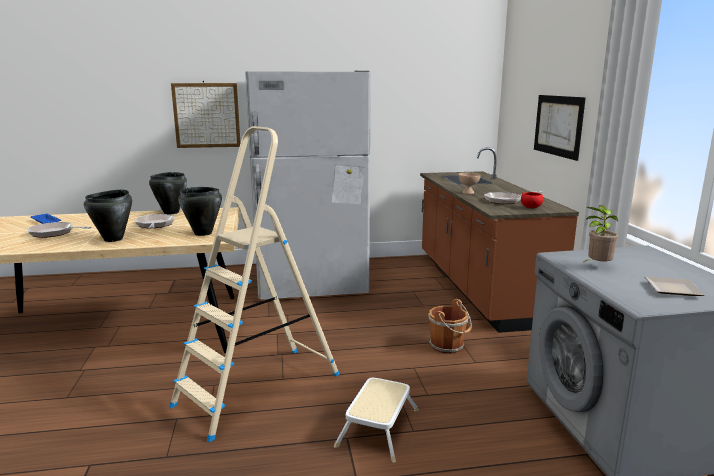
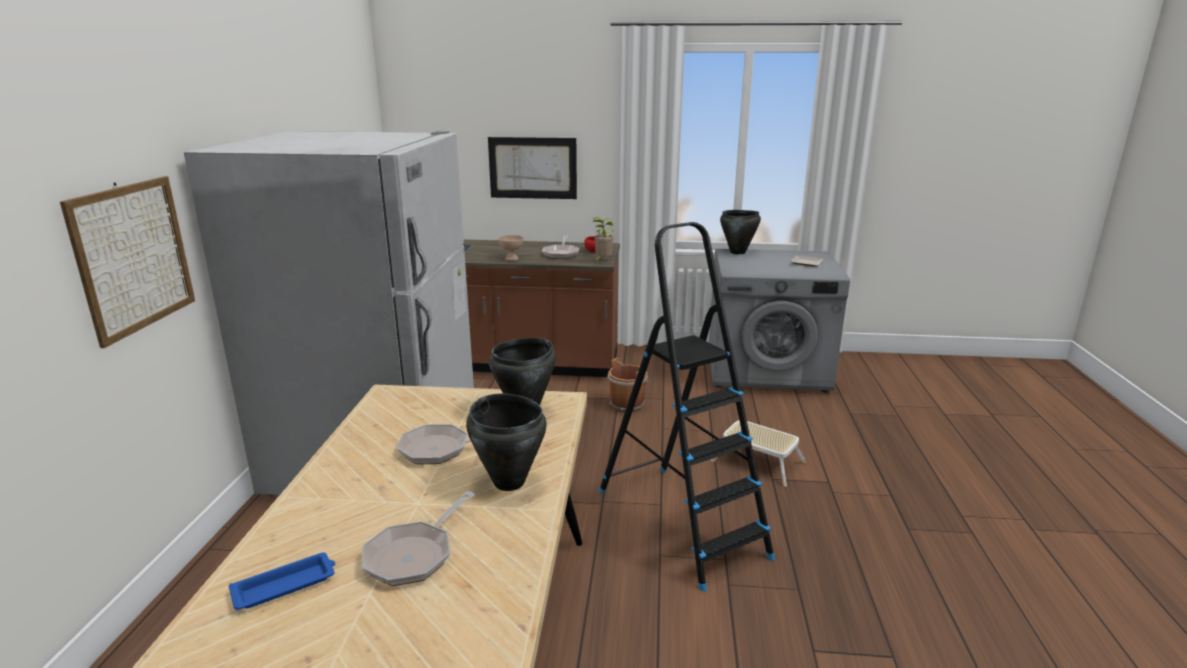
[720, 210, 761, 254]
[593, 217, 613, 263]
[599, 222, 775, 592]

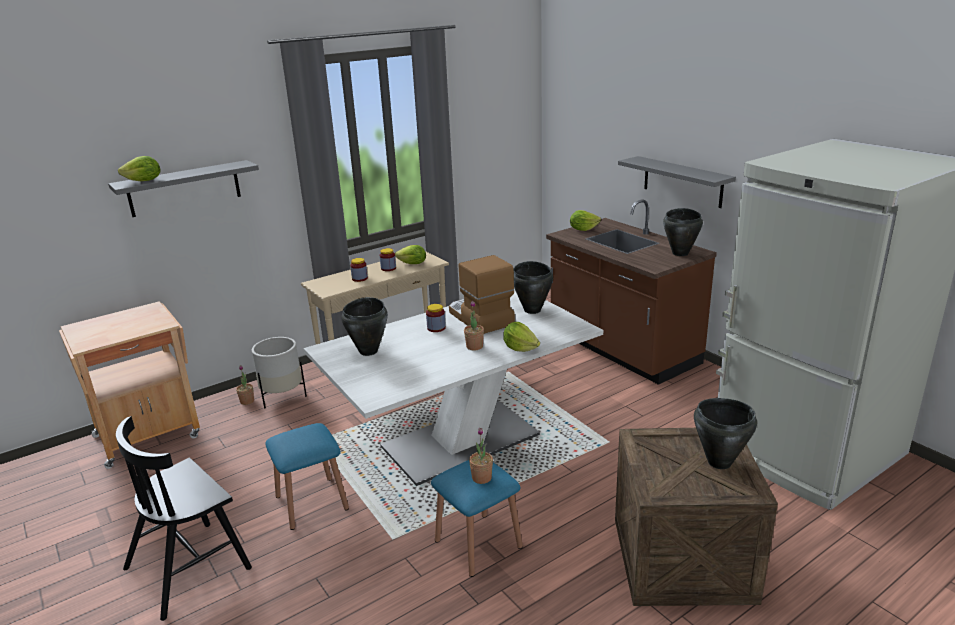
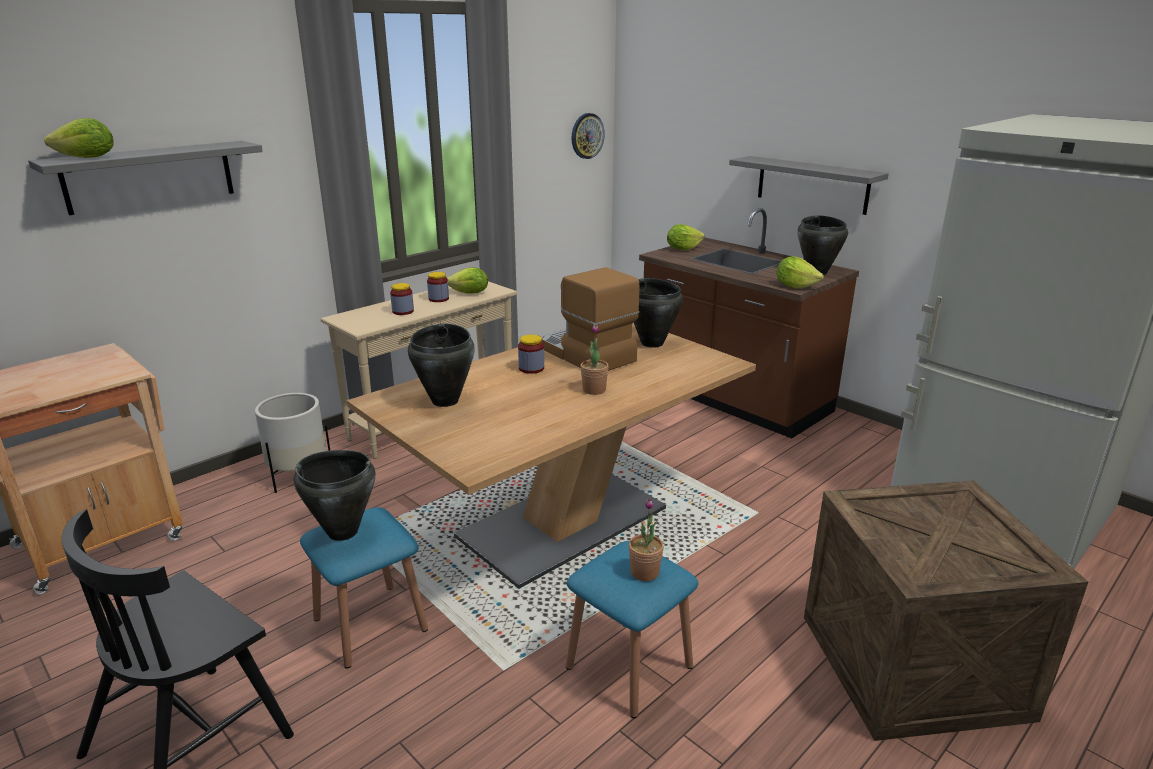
[236, 365, 254, 405] (first image)
[572, 113, 605, 159]
[776, 256, 824, 288]
[294, 450, 376, 541]
[347, 323, 756, 589]

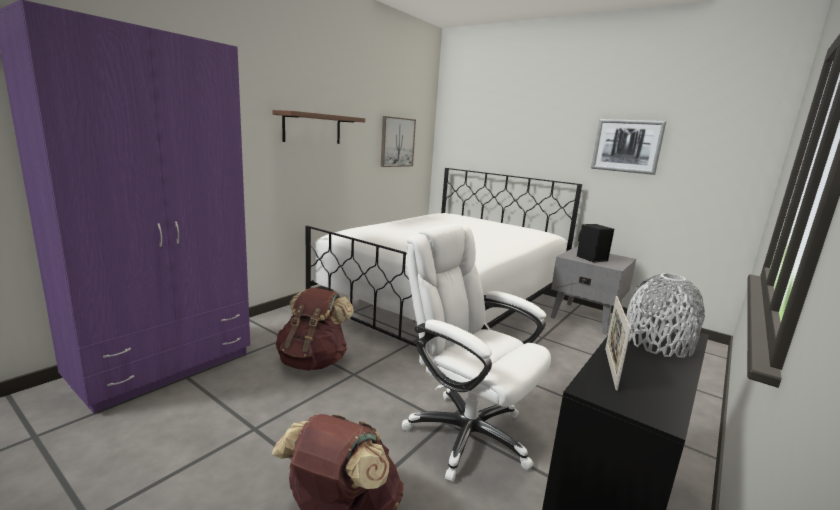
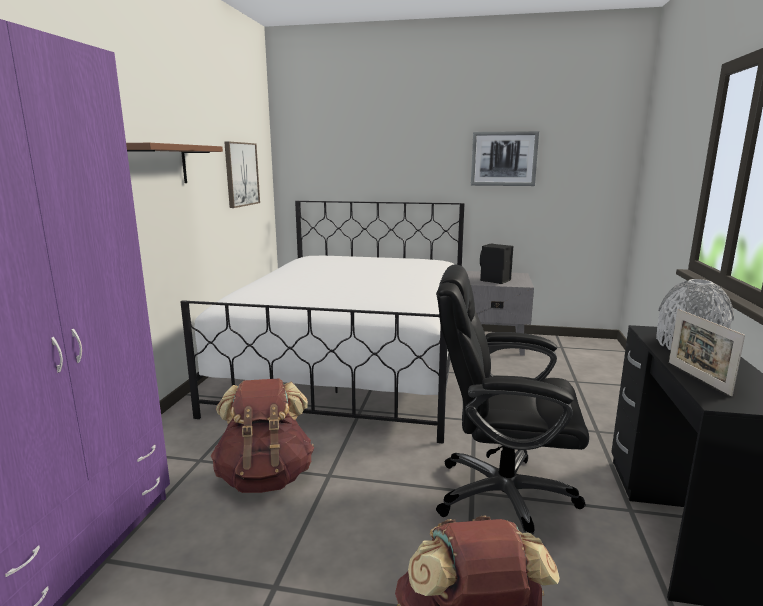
[436, 265, 589, 536]

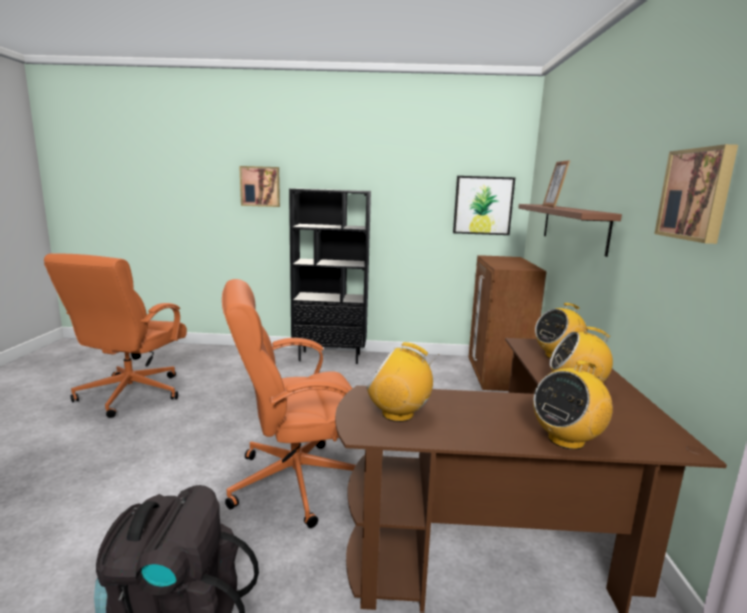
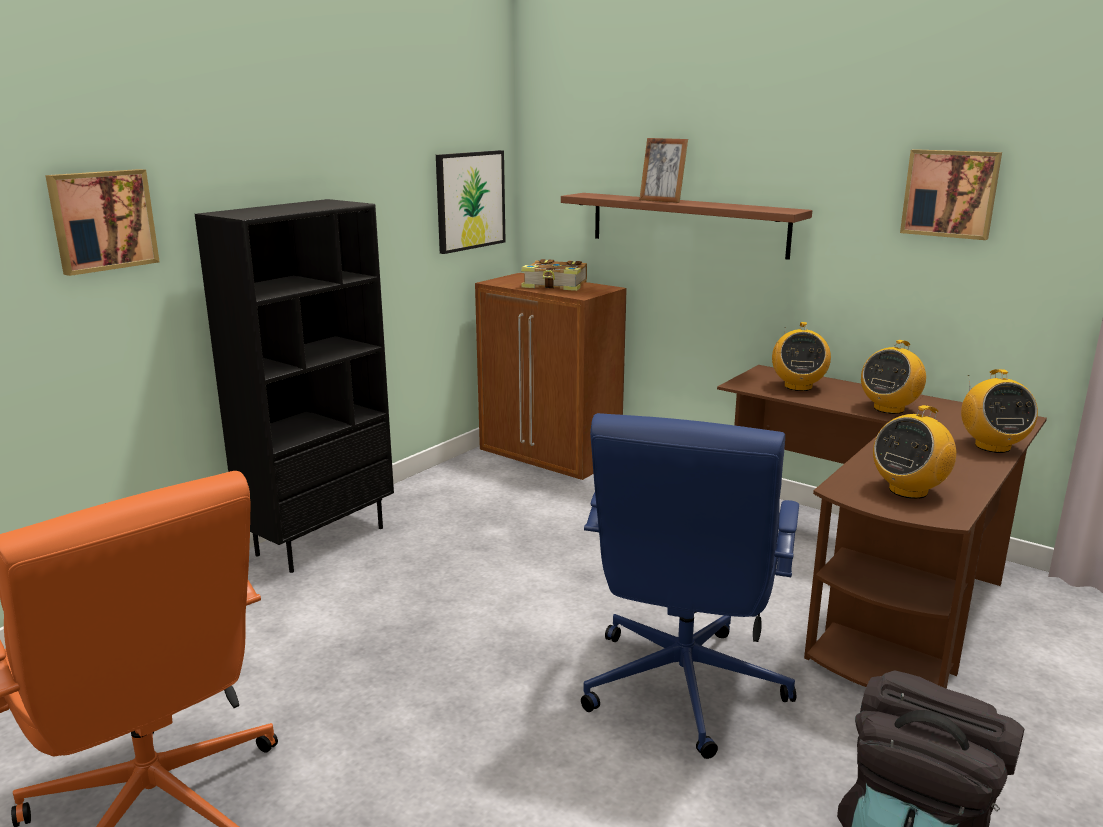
[521, 259, 587, 291]
[581, 413, 799, 759]

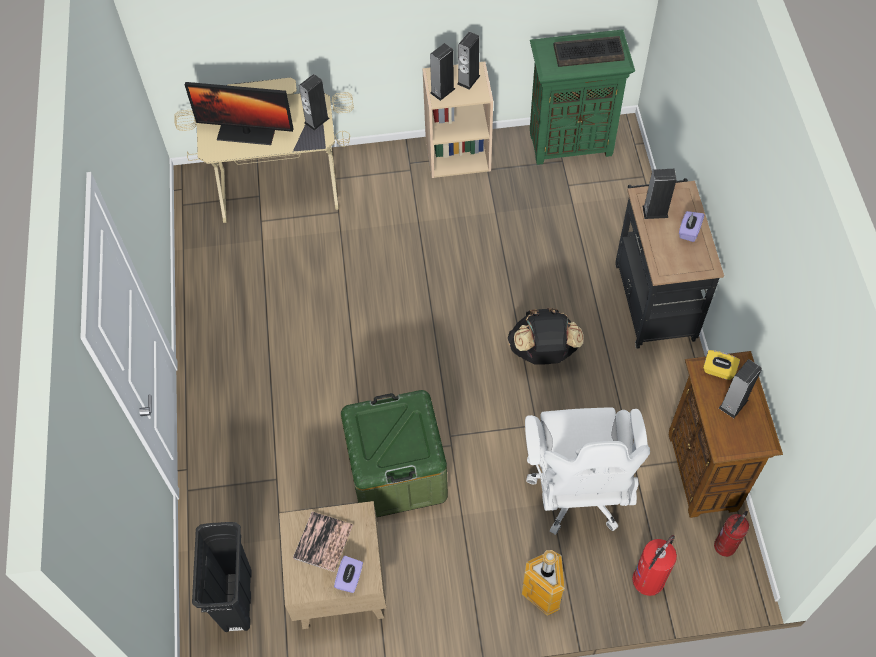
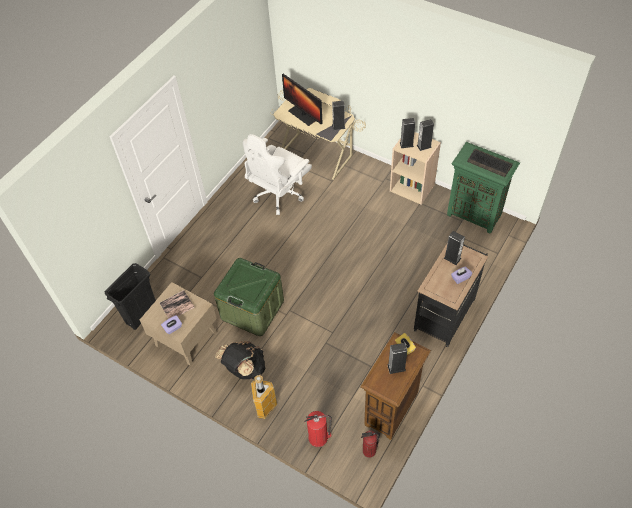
[215, 341, 265, 379]
[243, 134, 312, 215]

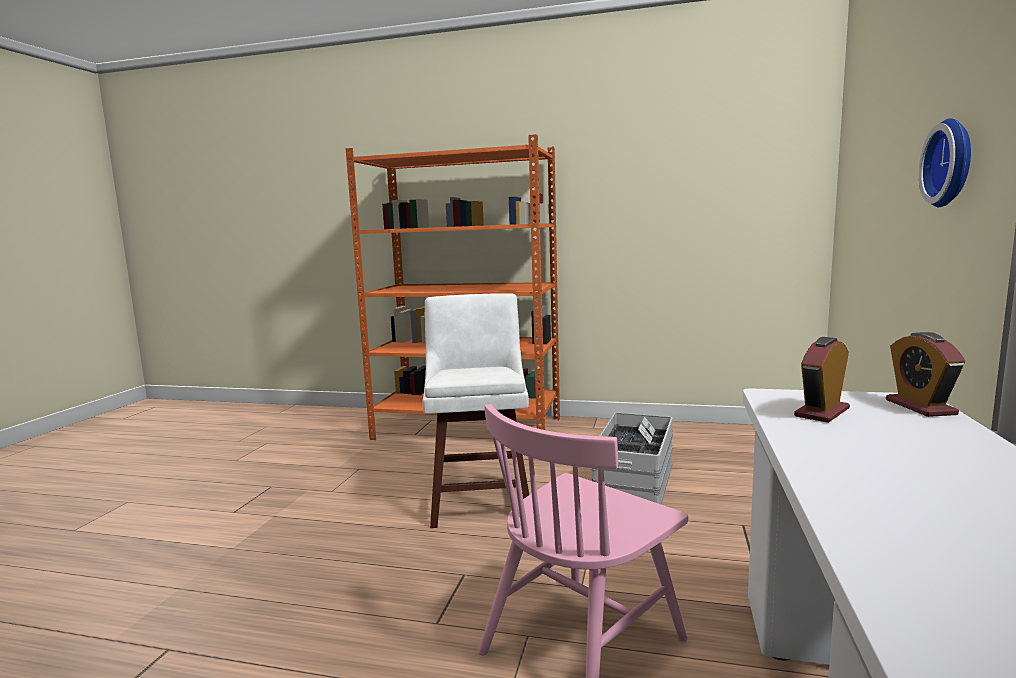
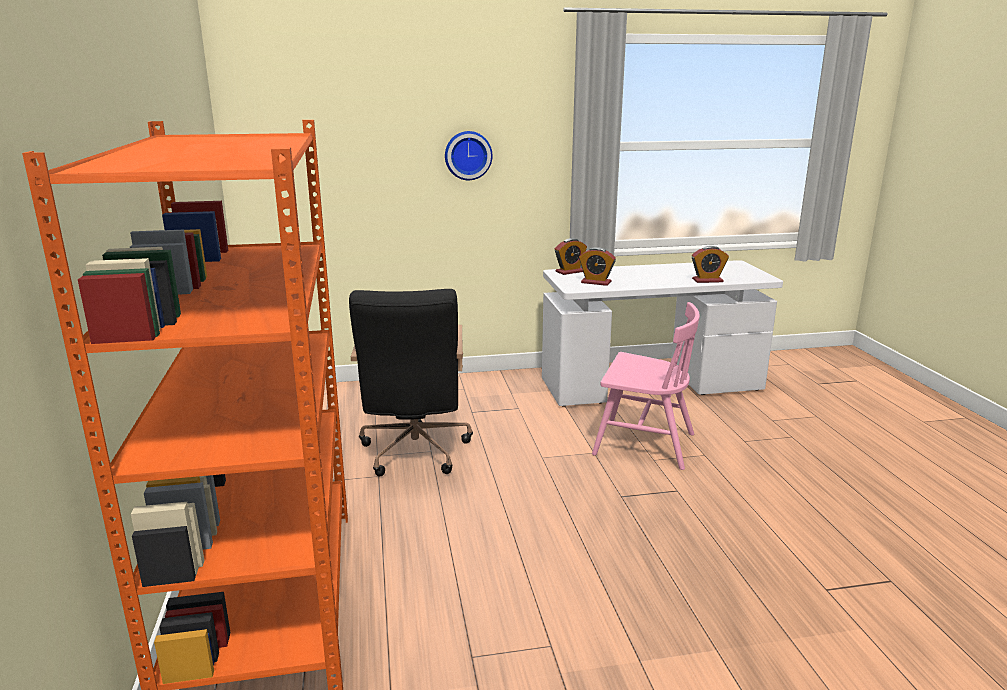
[423, 293, 529, 528] (first image)
[692, 246, 729, 283]
[349, 289, 473, 476]

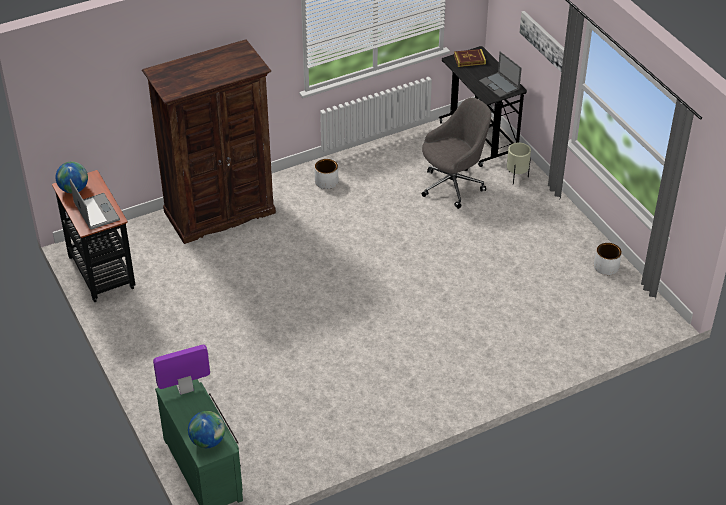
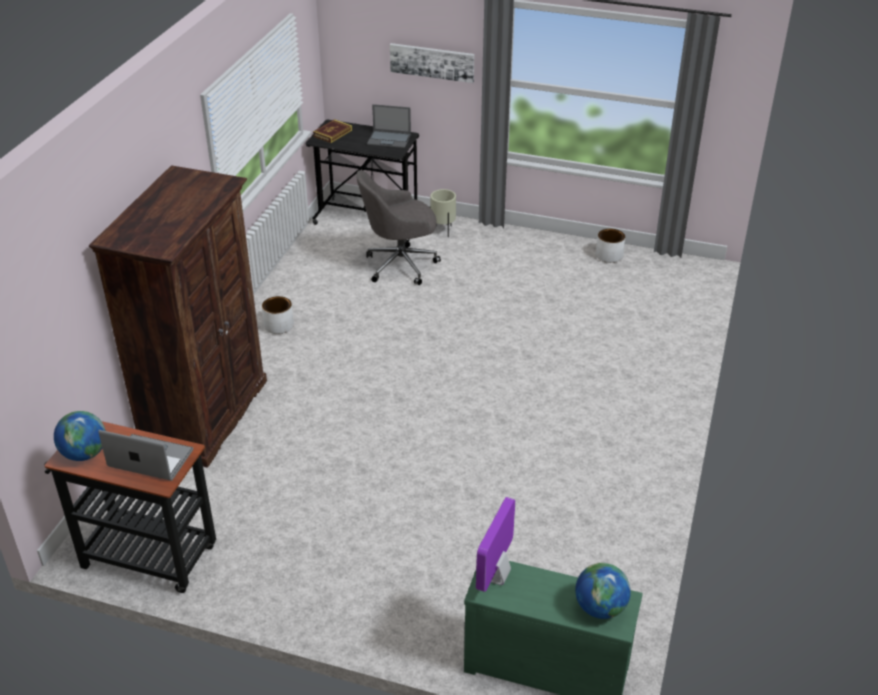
[356, 170, 441, 285]

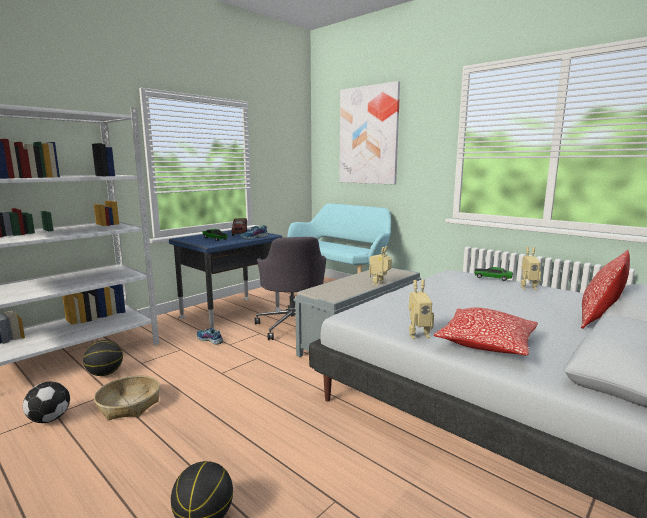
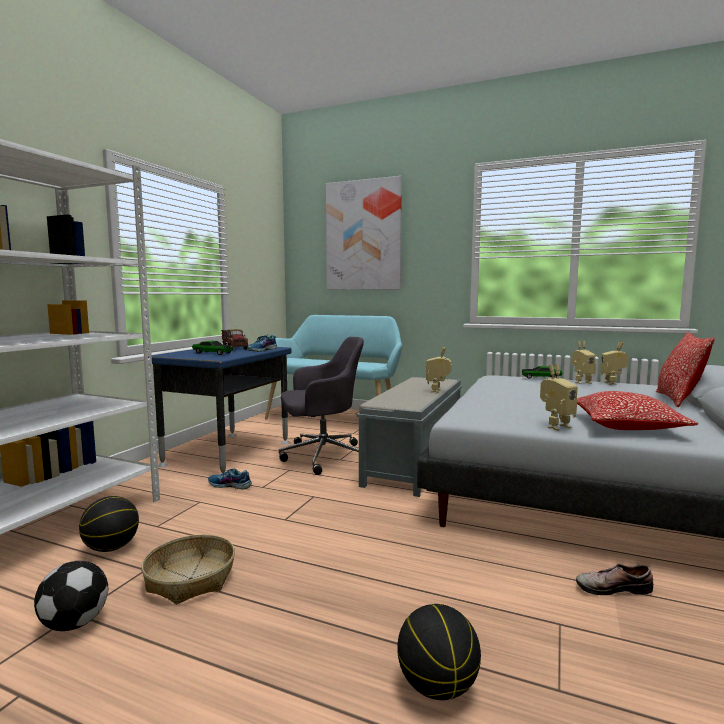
[576, 563, 653, 595]
[600, 341, 629, 385]
[279, 337, 364, 475]

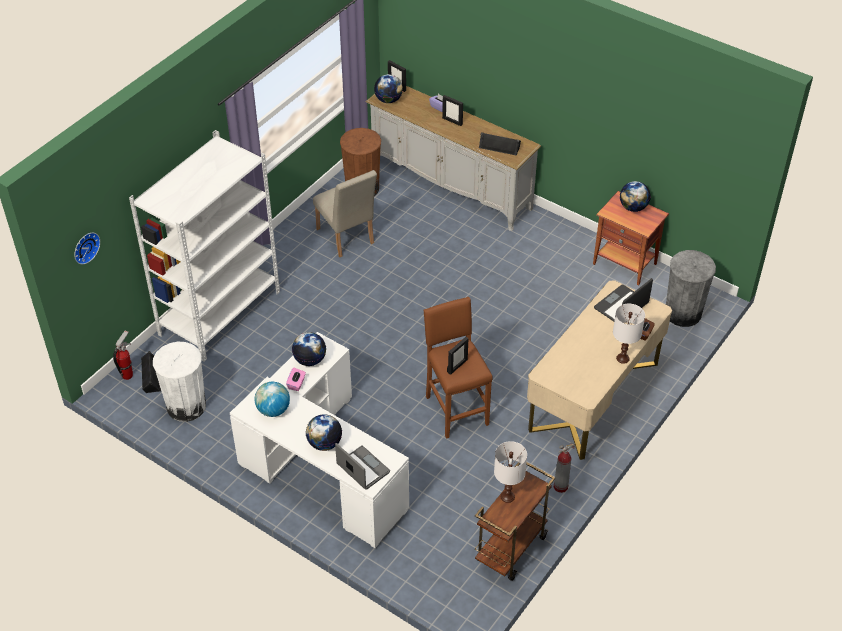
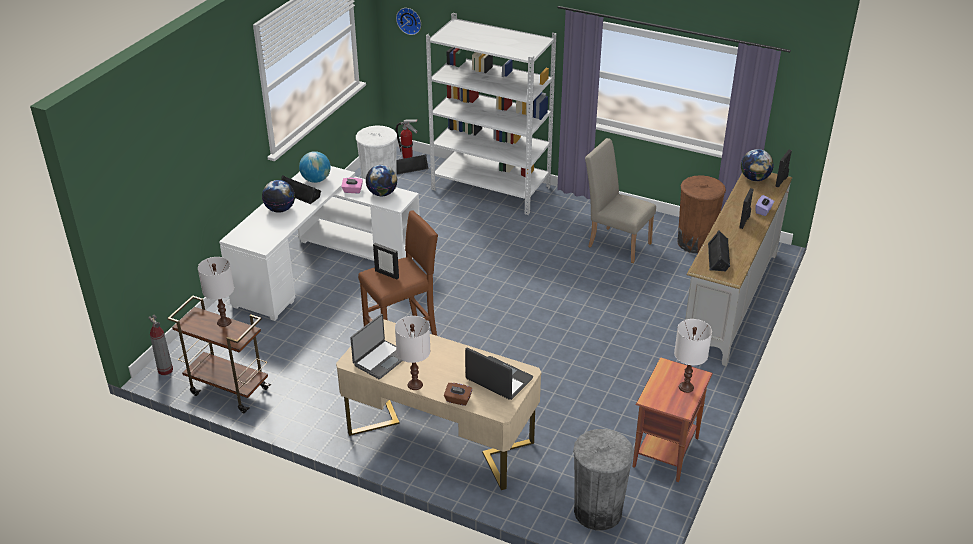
[281, 175, 321, 204]
[350, 314, 403, 379]
[149, 315, 173, 375]
[674, 319, 712, 393]
[585, 138, 656, 263]

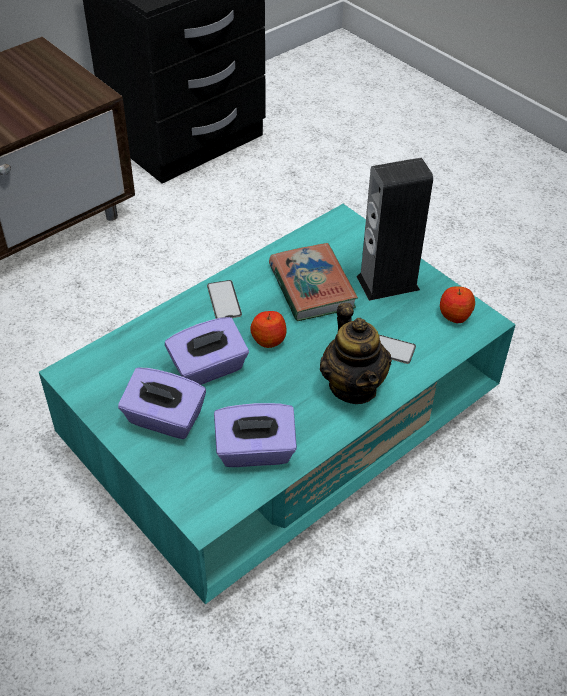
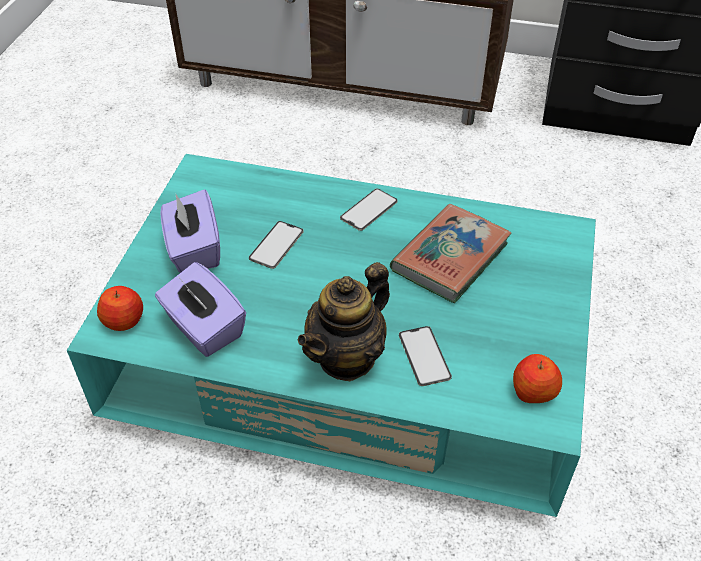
[356, 158, 433, 301] (first image)
[97, 286, 143, 331]
[249, 221, 304, 269]

